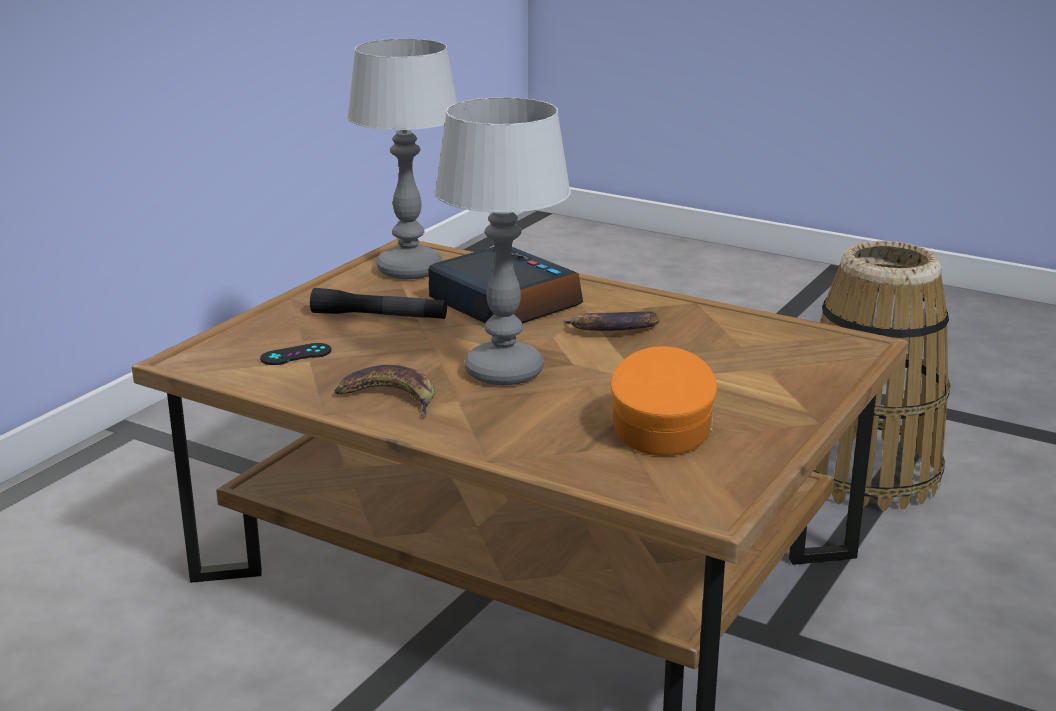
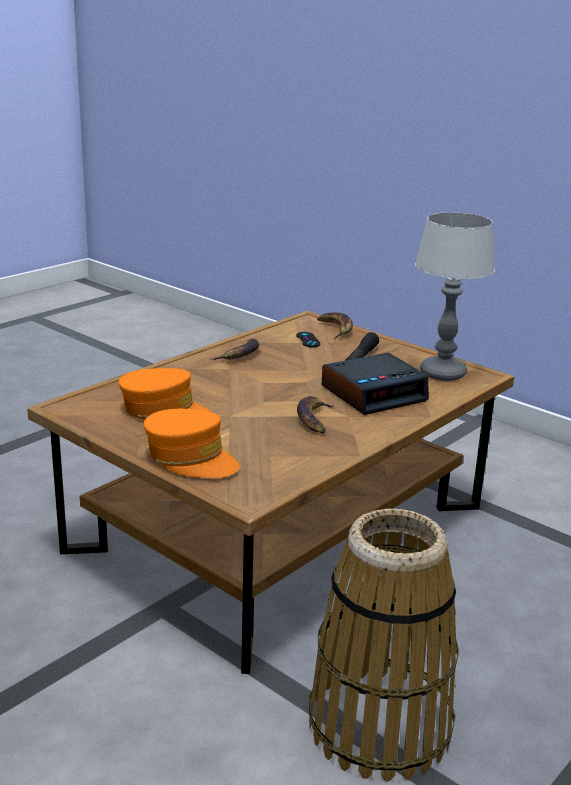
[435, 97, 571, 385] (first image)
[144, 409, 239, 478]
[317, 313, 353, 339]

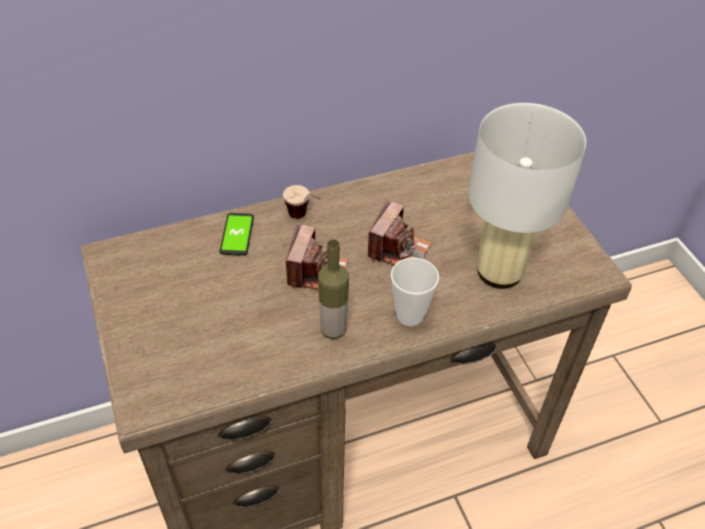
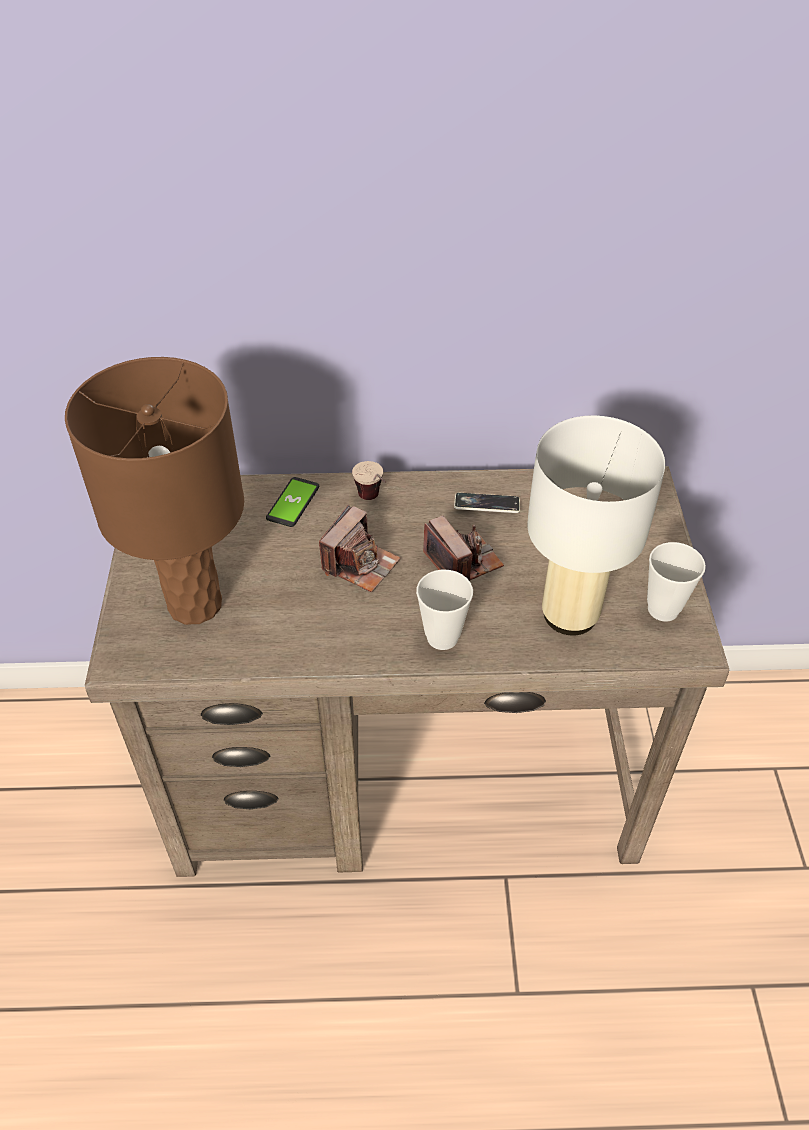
[318, 239, 349, 339] (first image)
[65, 357, 244, 625]
[454, 493, 520, 513]
[647, 542, 706, 622]
[423, 516, 504, 581]

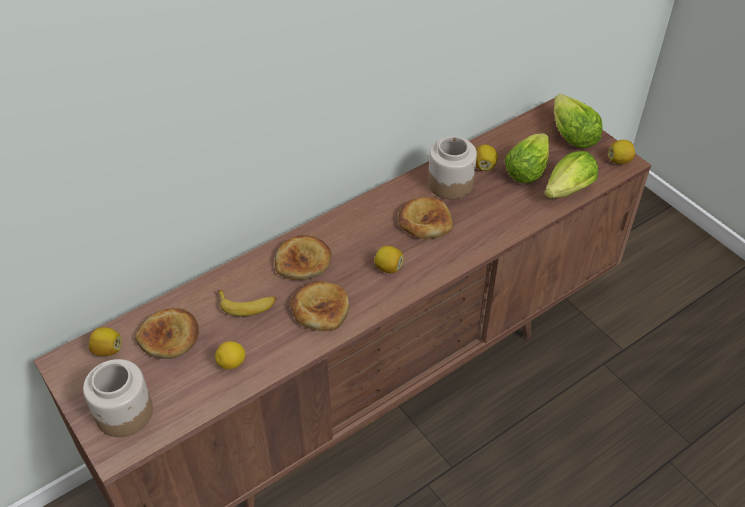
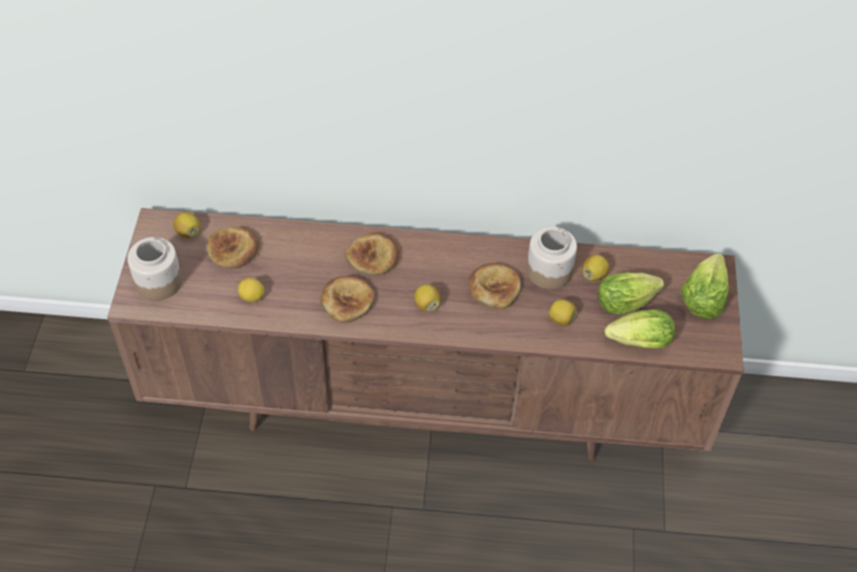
[218, 290, 277, 316] (first image)
[549, 299, 577, 326]

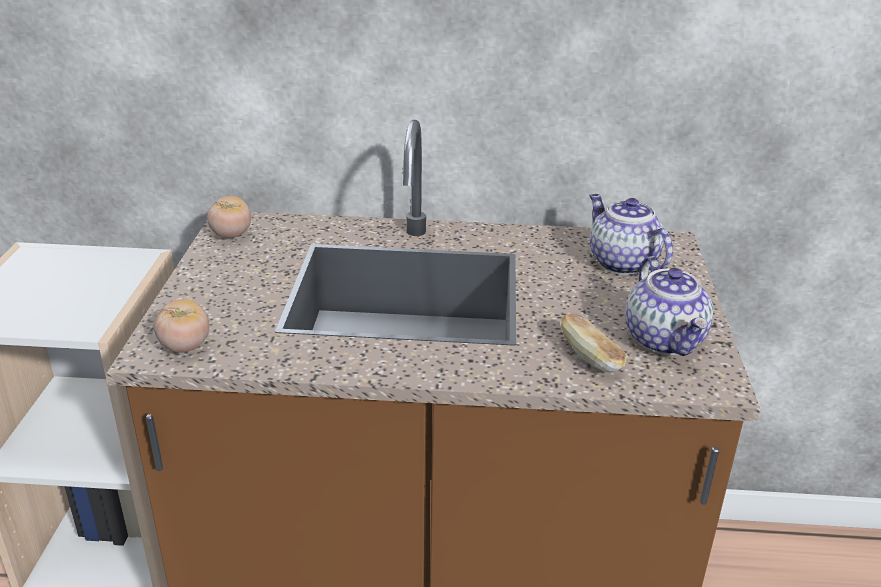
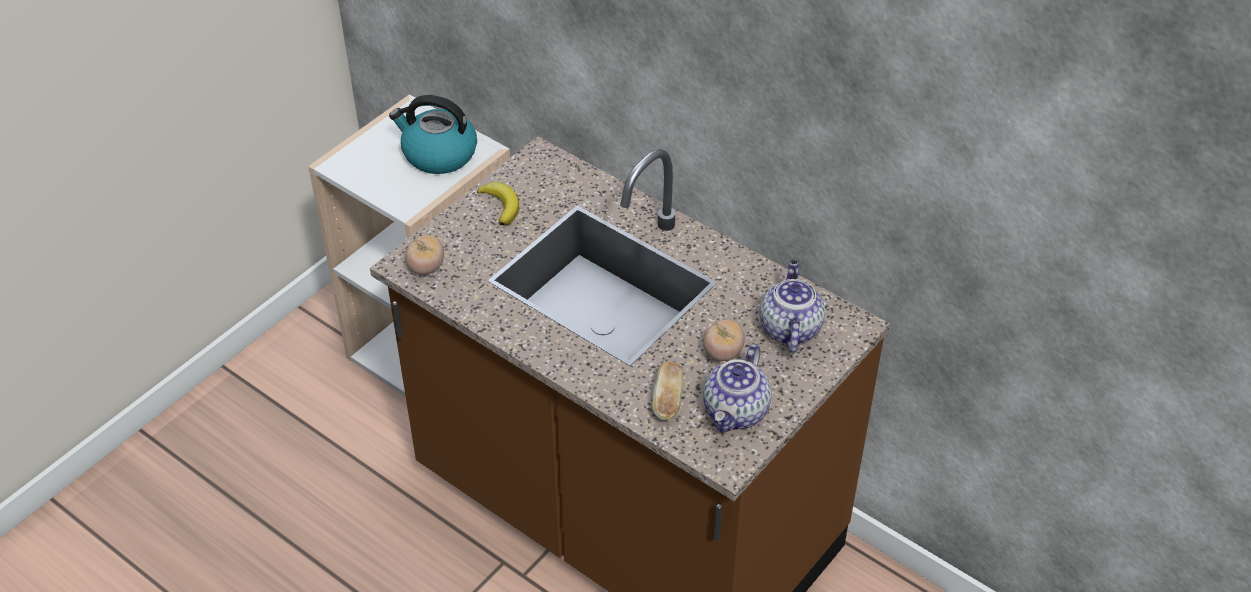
[389, 95, 477, 174]
[477, 182, 519, 226]
[703, 319, 745, 361]

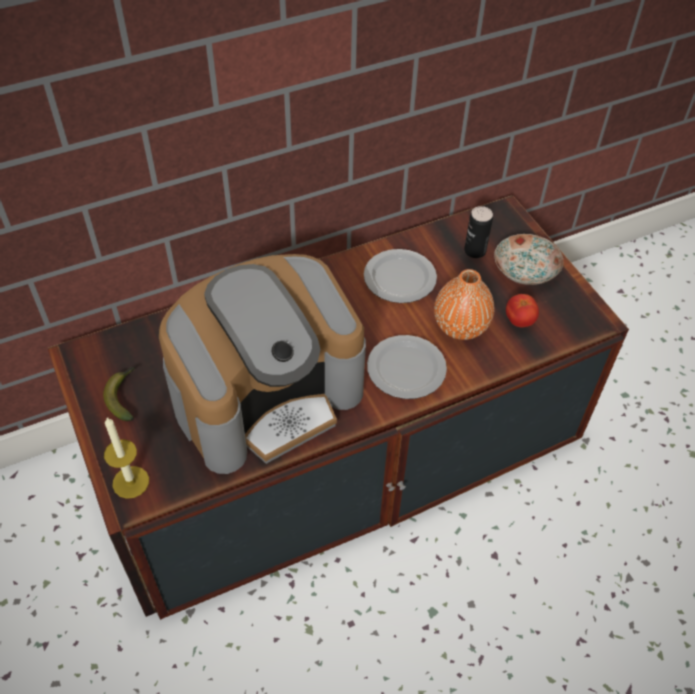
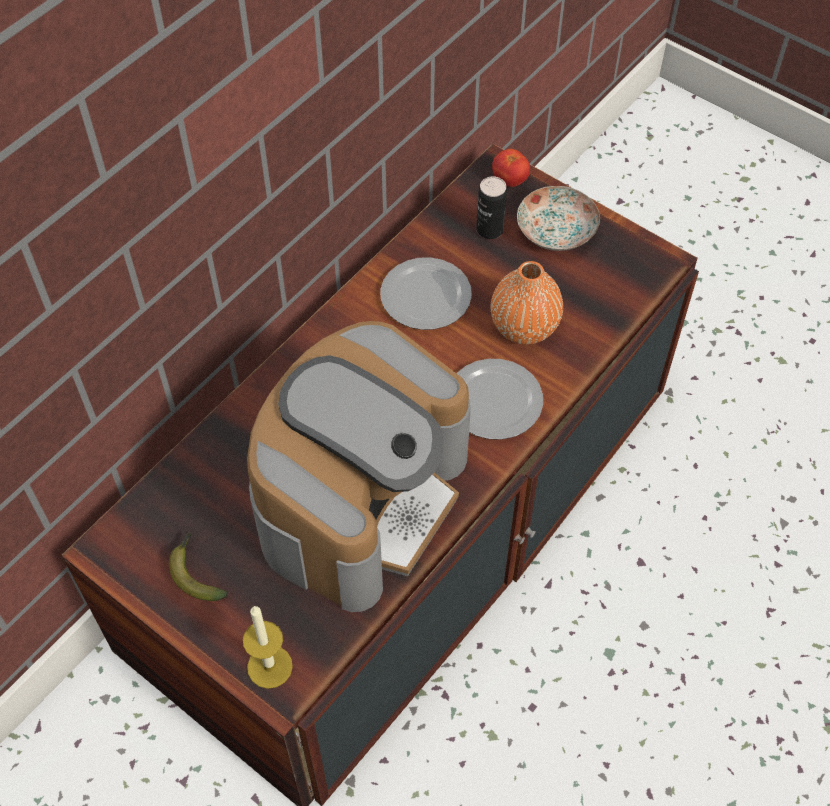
[492, 149, 530, 187]

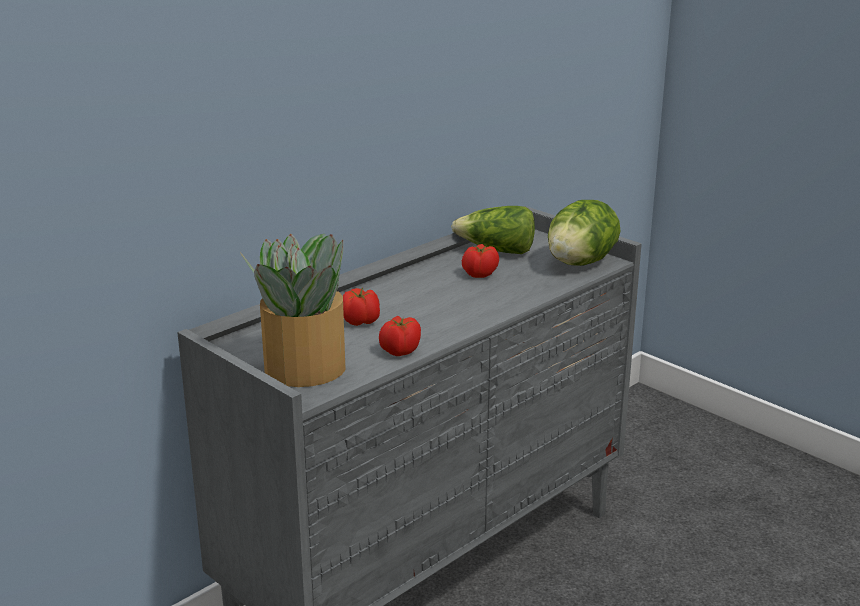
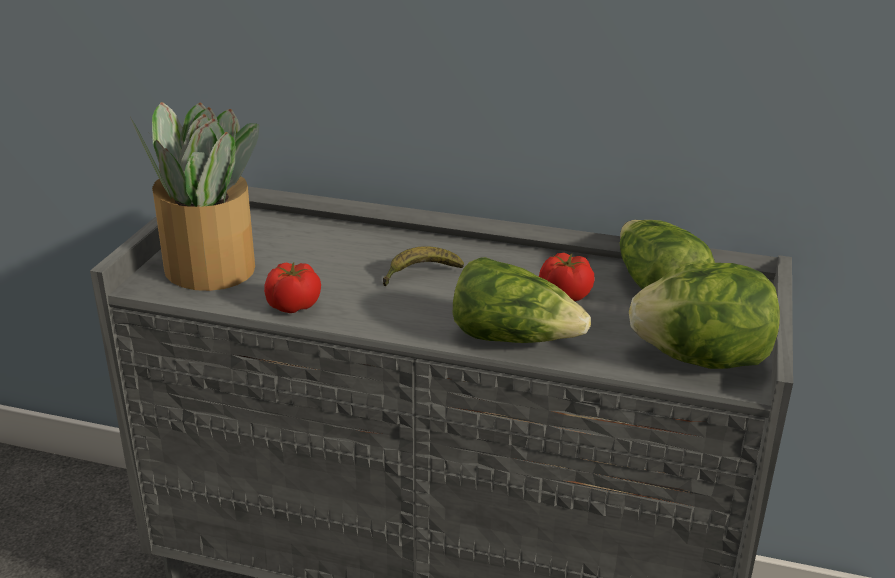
[343, 288, 380, 326] (first image)
[383, 246, 464, 286]
[453, 257, 591, 343]

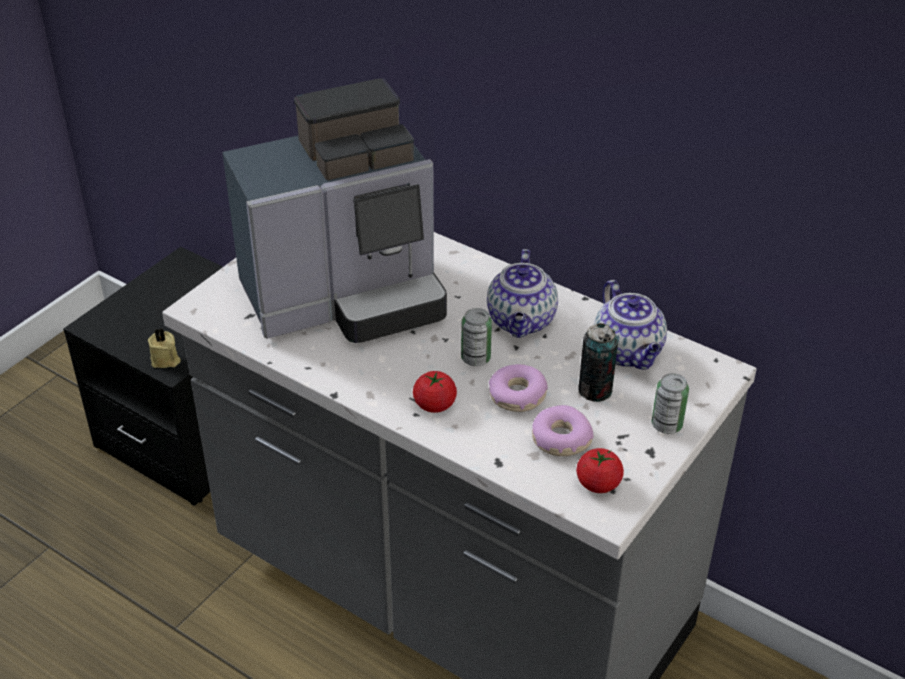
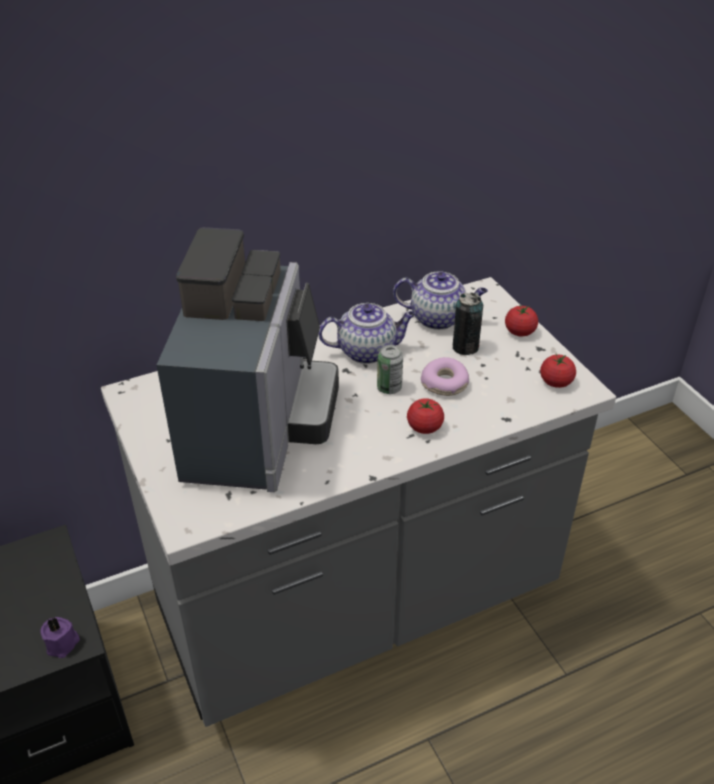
[532, 405, 594, 456] (first image)
[505, 305, 538, 337]
[40, 617, 80, 658]
[318, 303, 416, 364]

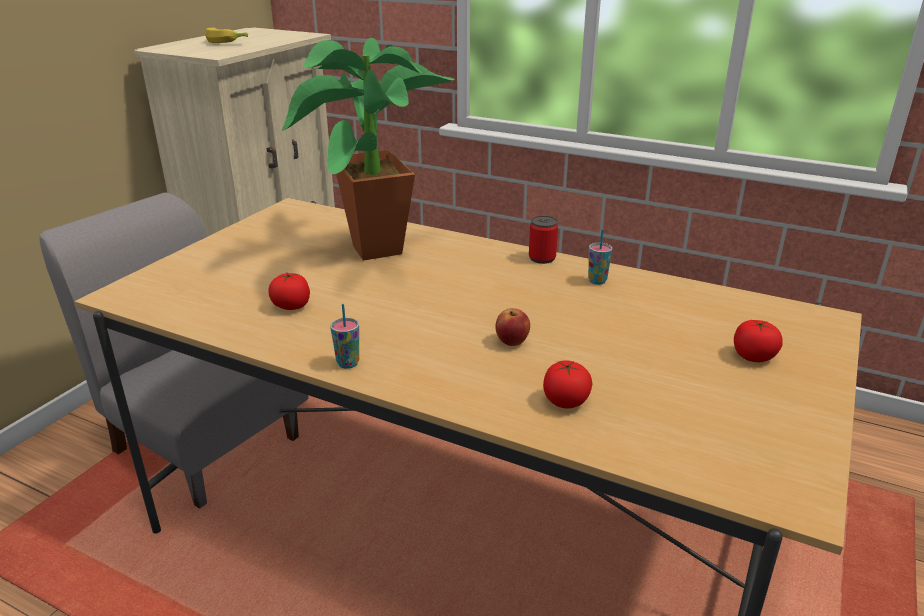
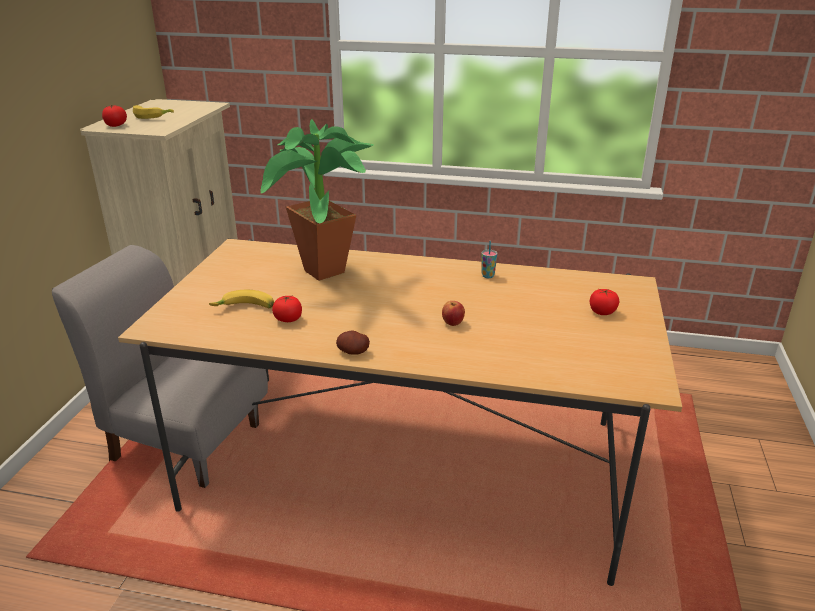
[529, 216, 558, 264] (first image)
[209, 290, 274, 308]
[102, 105, 127, 127]
[336, 330, 370, 355]

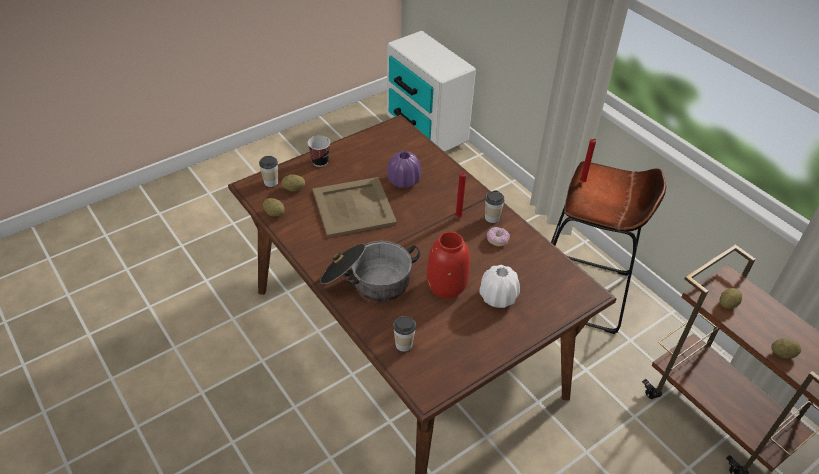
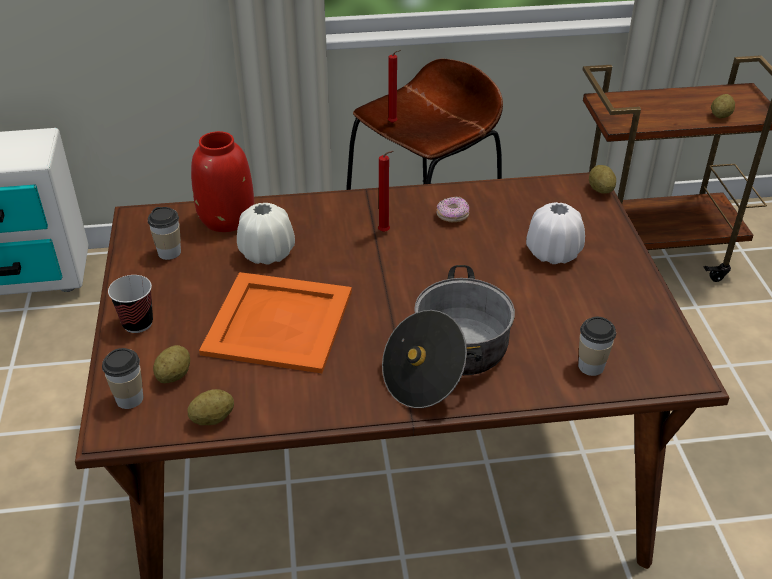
[191, 131, 254, 232]
[148, 207, 181, 260]
[589, 165, 616, 194]
[199, 272, 352, 373]
[237, 203, 295, 265]

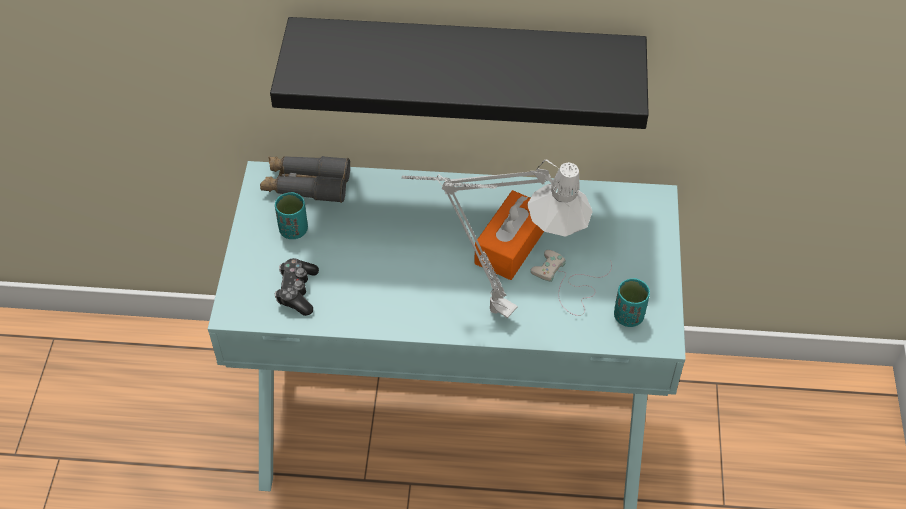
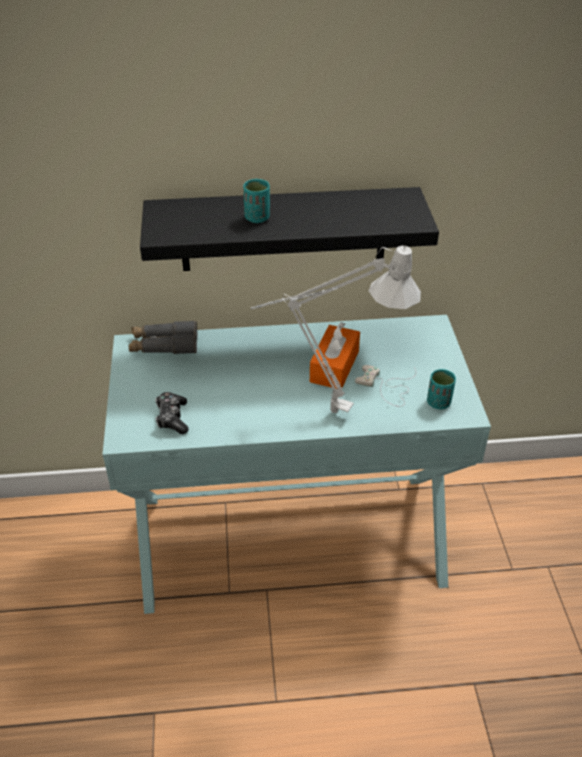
[243, 179, 270, 223]

